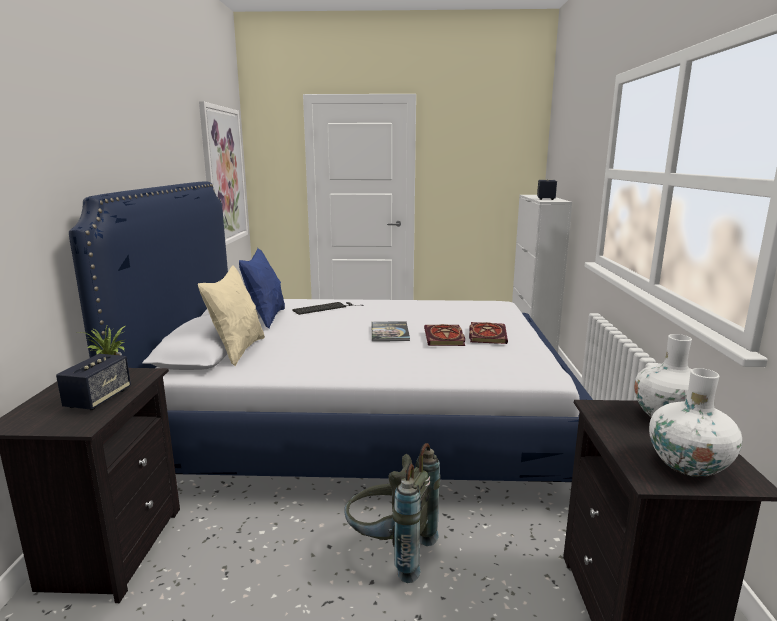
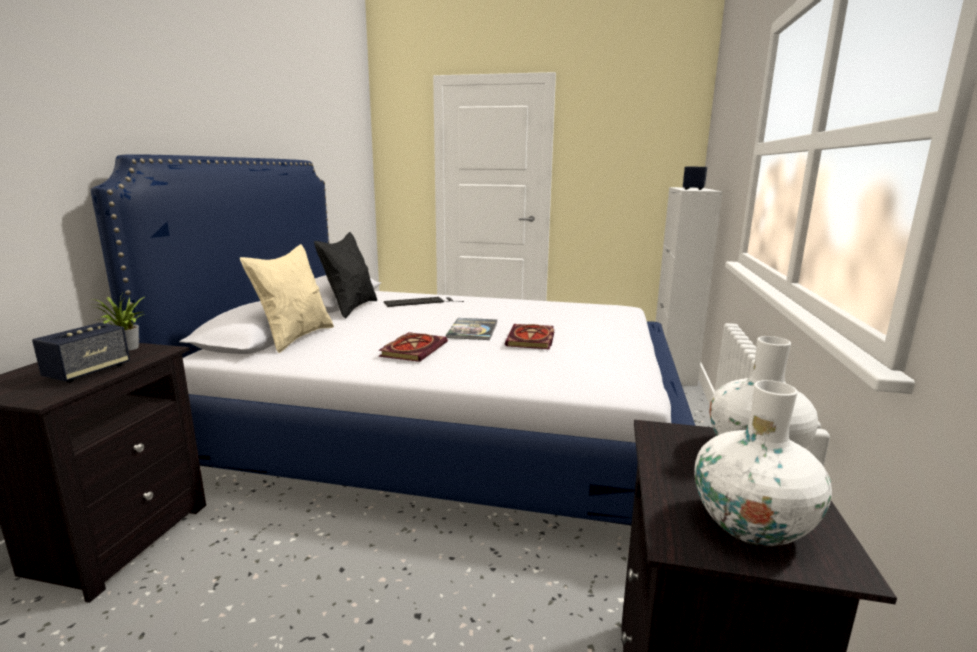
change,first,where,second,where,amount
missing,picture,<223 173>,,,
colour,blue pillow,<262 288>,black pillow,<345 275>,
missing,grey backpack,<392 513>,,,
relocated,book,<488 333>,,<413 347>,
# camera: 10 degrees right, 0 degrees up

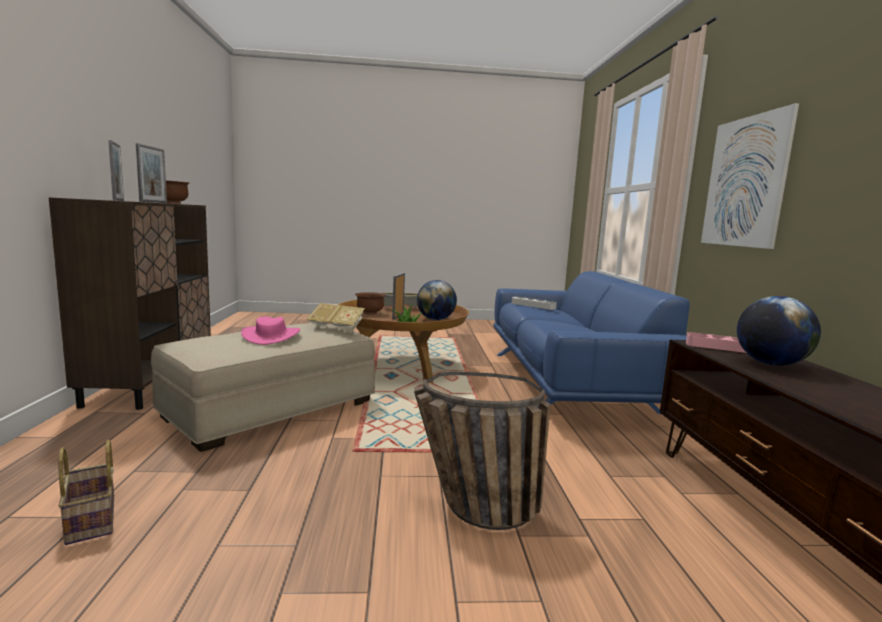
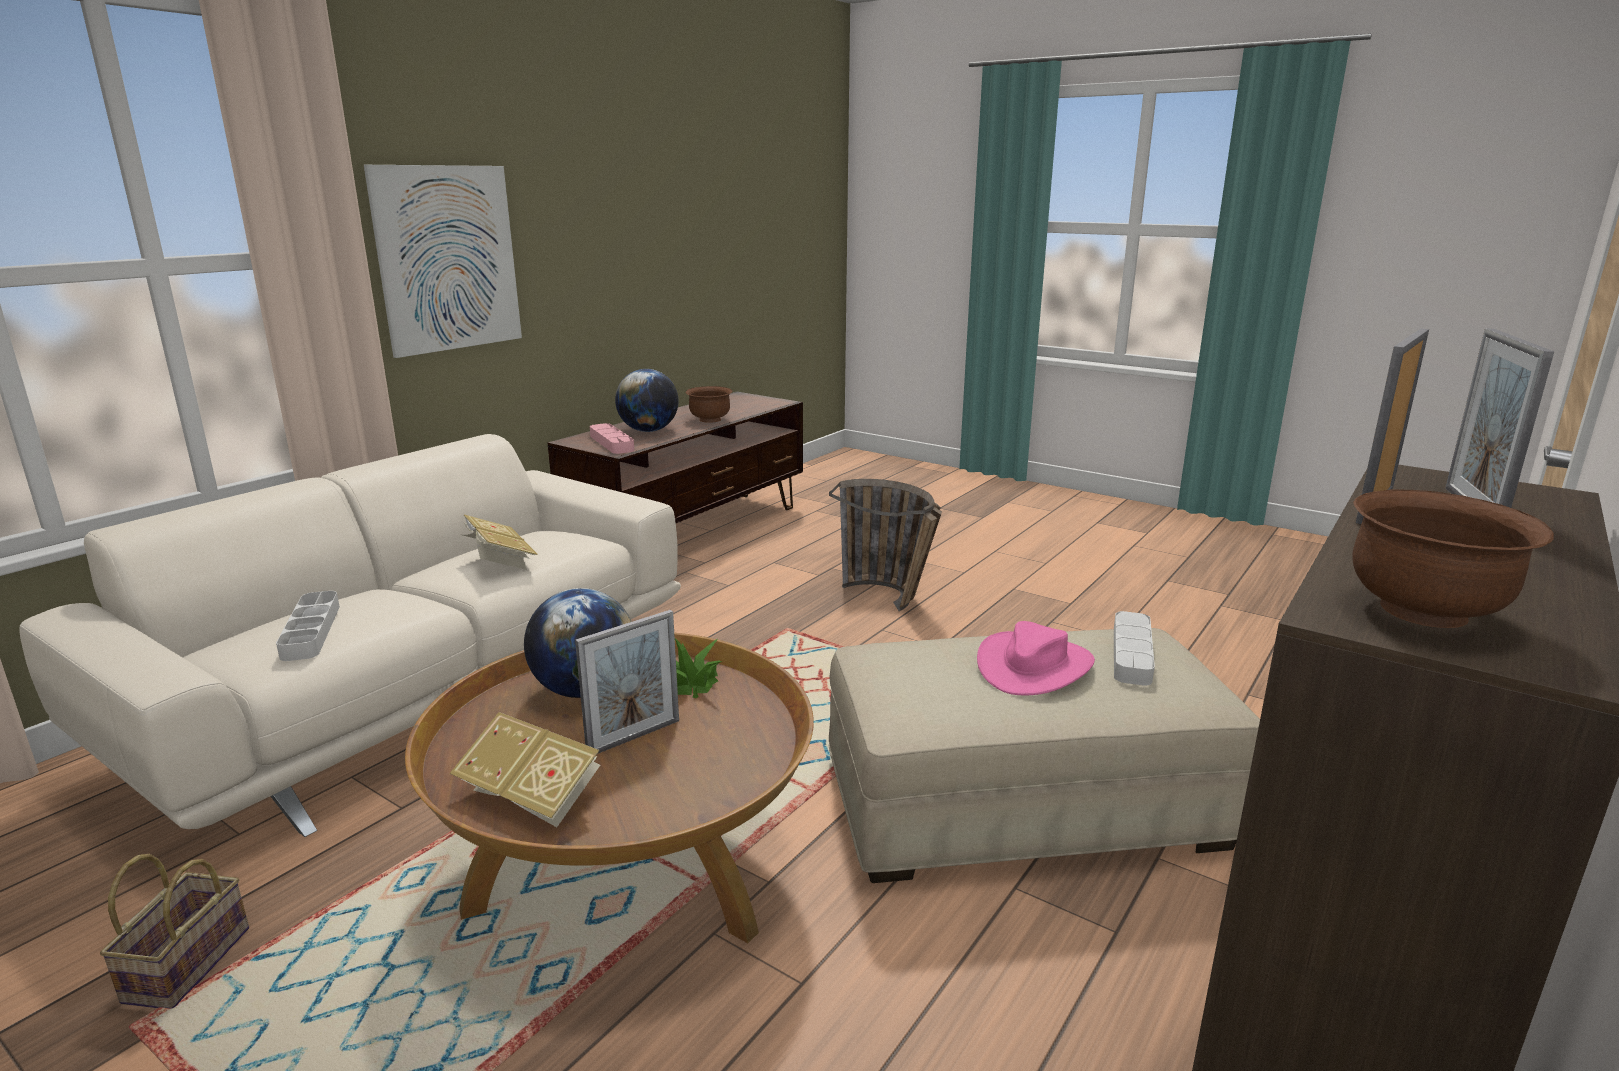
change,first,where,second,where,amount
relocated,basket,<86 492>,,<174 931>,
relocated,book,<335 318>,,<500 542>,
relocated,brown bowl,<370 303>,,<709 404>,
colour,blue sofa,<591 342>,beige sofa,<350 635>,
appeared,,,grey tray,<1134 648>,
# camera: 140 degrees left, 10 degrees up

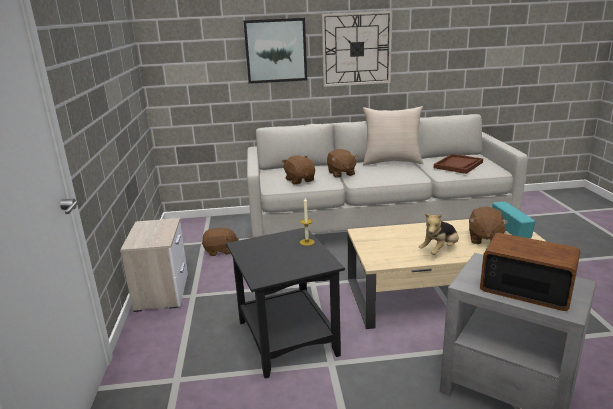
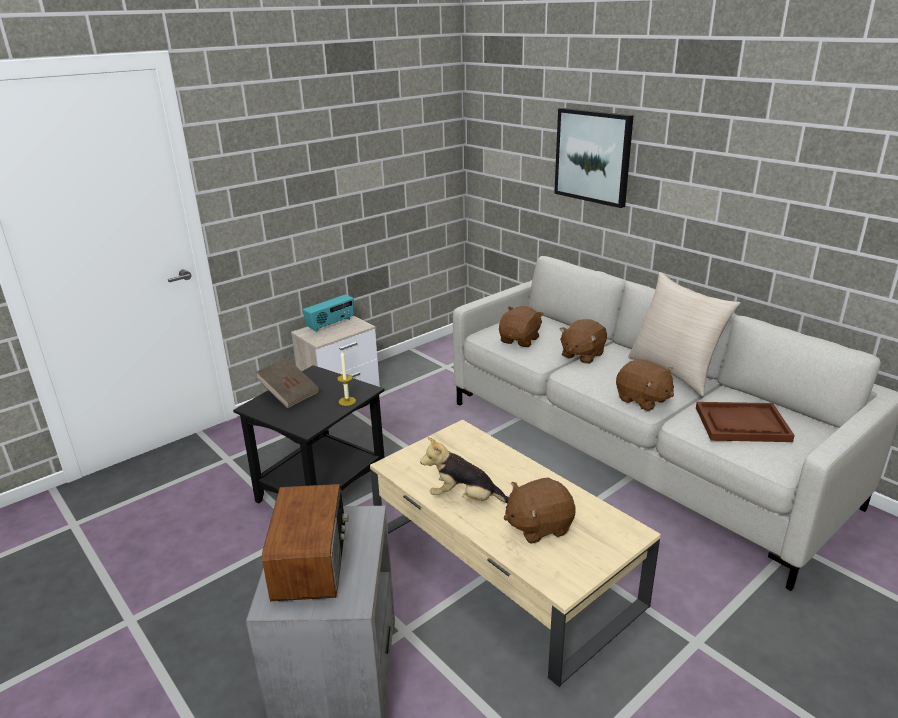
change,first,where,second,where,amount
relocated,brown plush toy,<220 241>,,<645 385>,
missing,wall clock,<357 49>,,,
relocated,radio,<513 219>,,<328 313>,
appeared,,,brown book,<288 383>,
# camera: 55 degrees right, 5 degrees up

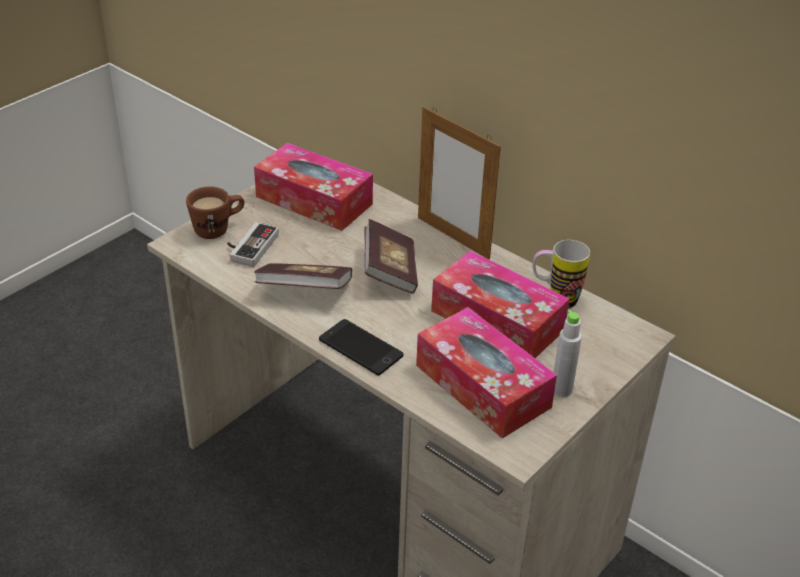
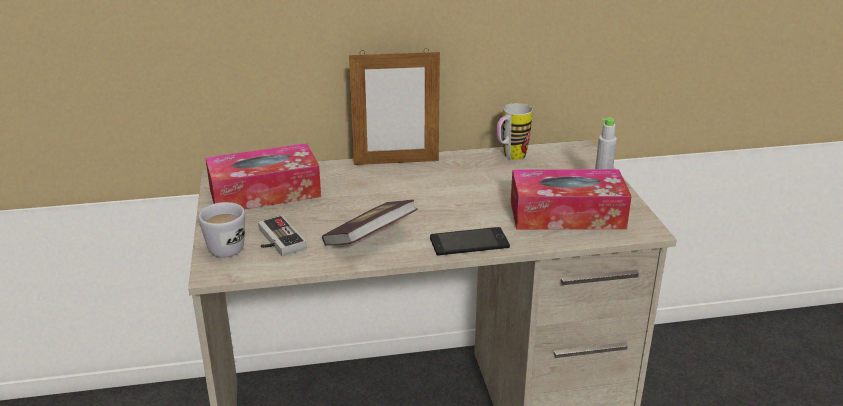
change,first,where,second,where,amount
colour,brown mug,<215 212>,white mug,<221 230>,
missing,book,<391 256>,,,
missing,tissue box,<500 304>,,,
# camera: 50 degrees left, 10 degrees down

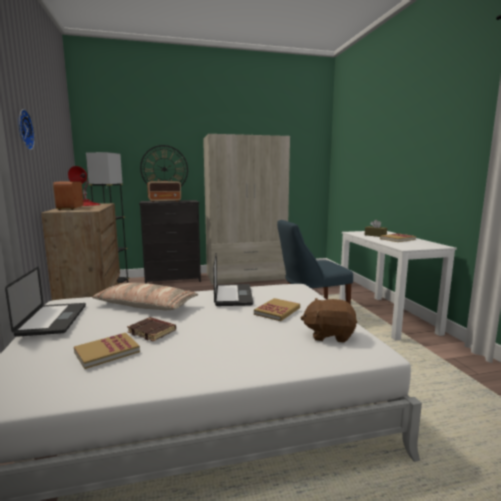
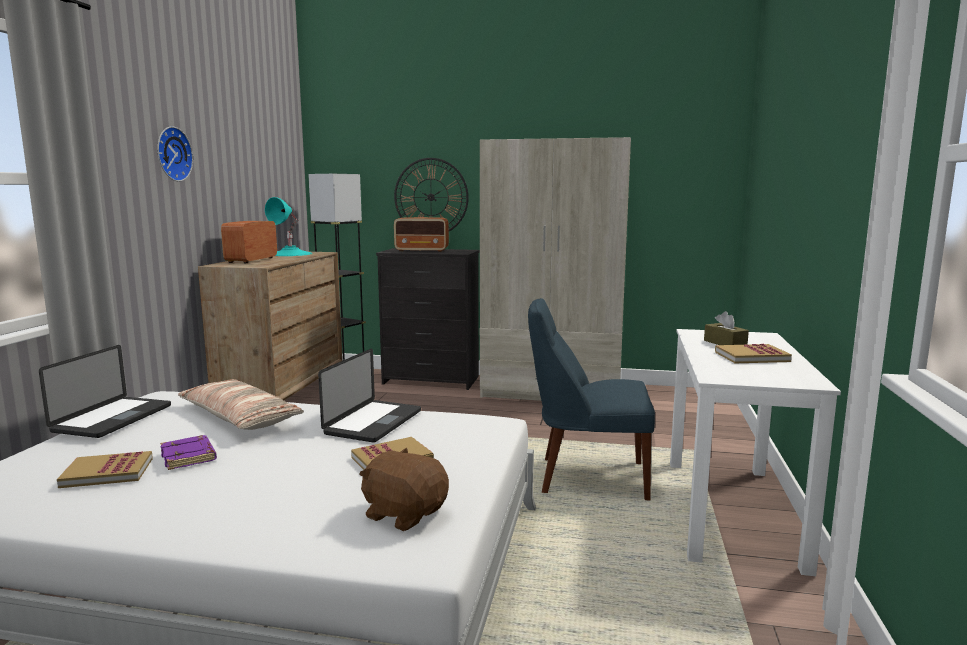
change,first,where,second,where,amount
colour,red table lamp,<84 186>,turquoise table lamp,<288 226>,
colour,brown book,<151 329>,purple book,<188 452>,
# camera: 25 degrees right, 0 degrees up

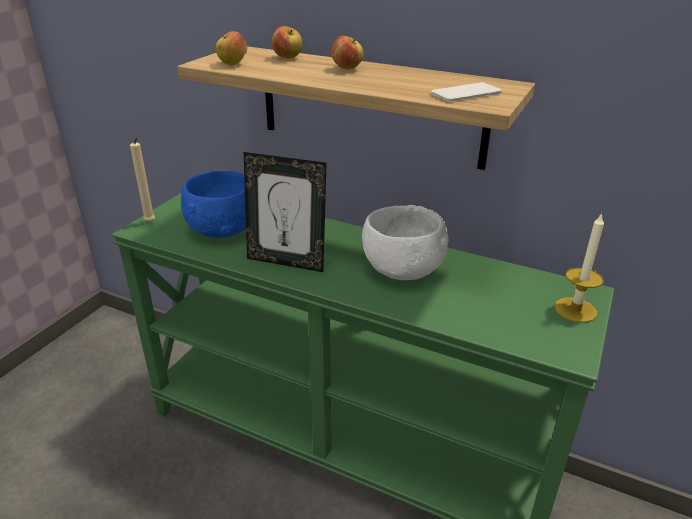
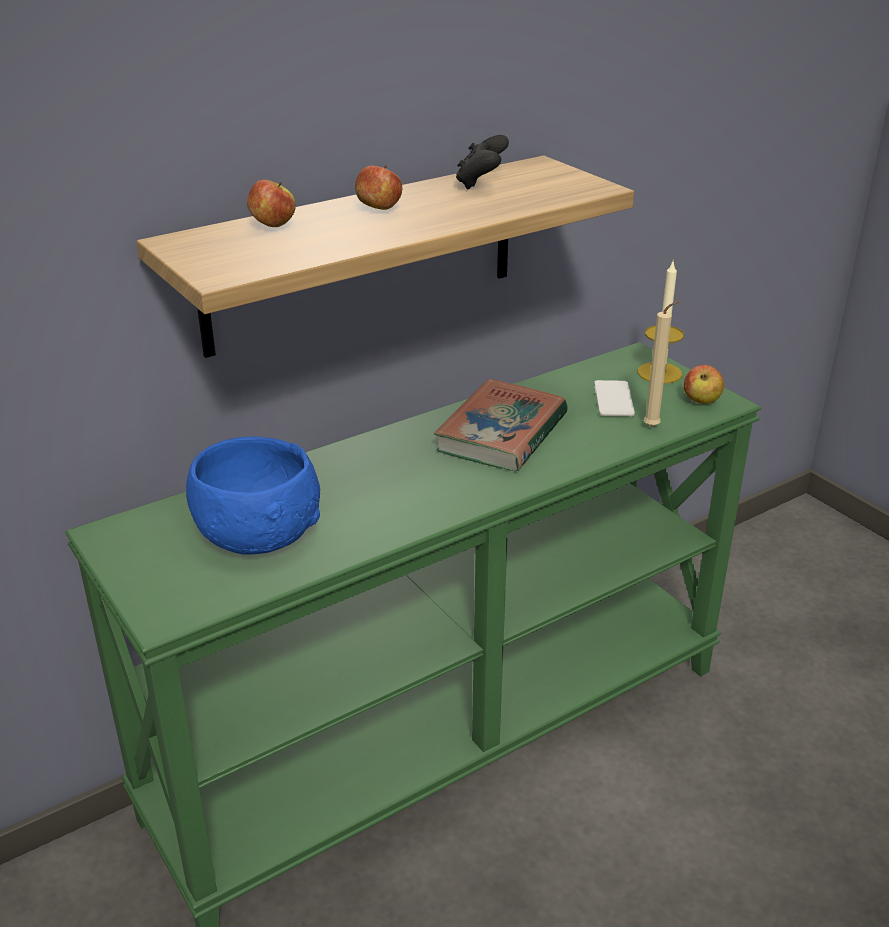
change,first,where,second,where,amount
relocated,beige candle,<142 179>,,<662 363>,
relocated,apple,<231 48>,,<704 384>,
missing,picture frame,<285 212>,,,
exchanged,white bowl,<405 242>,book,<501 425>,
relocated,phone,<466 91>,,<614 398>,
appeared,,,black game controller,<482 162>,
# camera: 60 degrees left, 0 degrees up

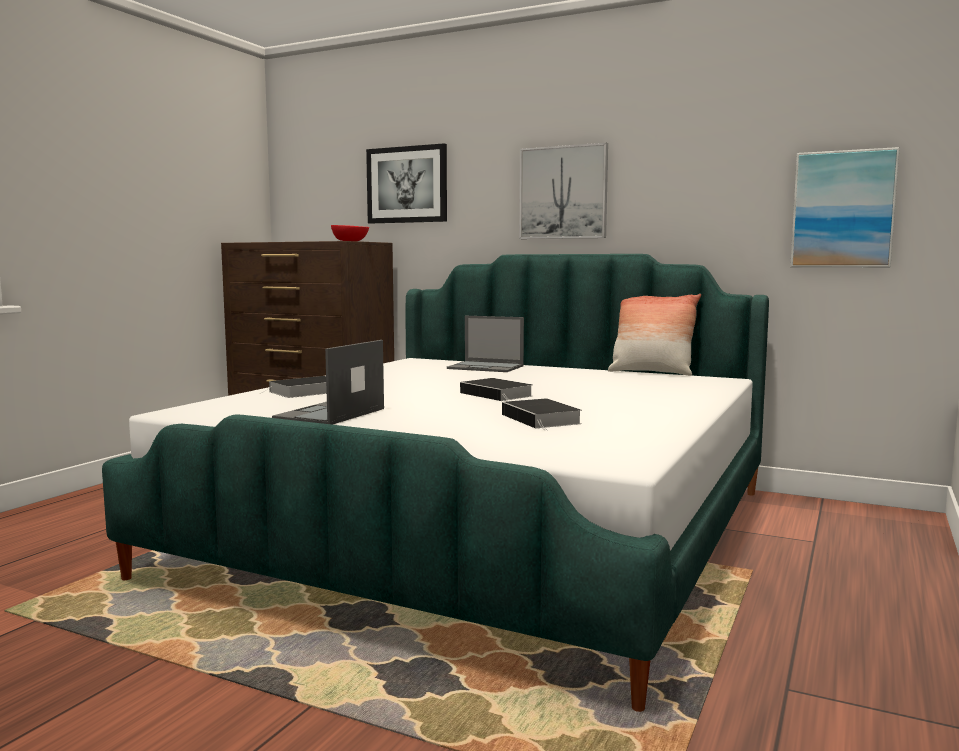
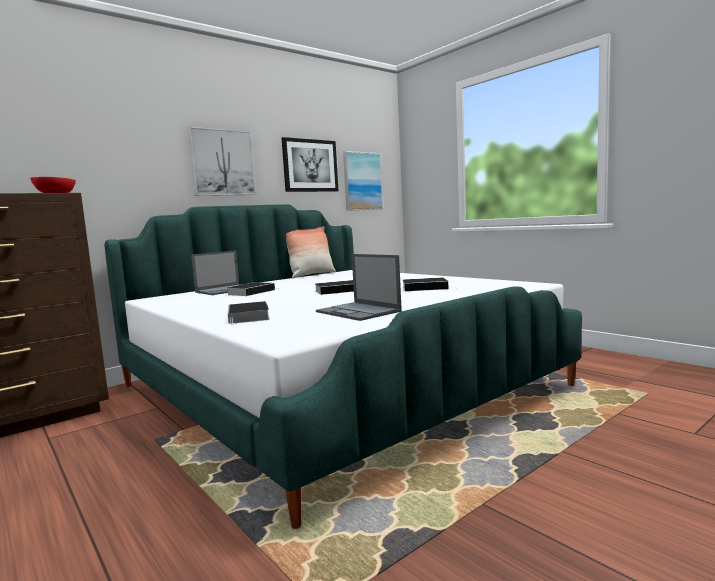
change,first,where,second,where,amount
relocated,picture,<406 183>,,<310 164>,
appeared,,,book,<250 289>,
# camera: 65 degrees left, 0 degrees up

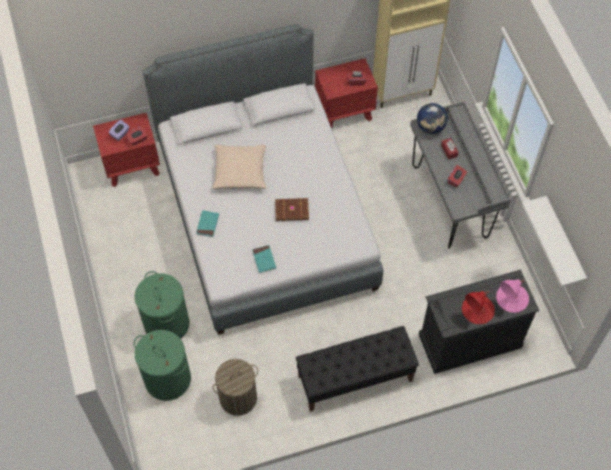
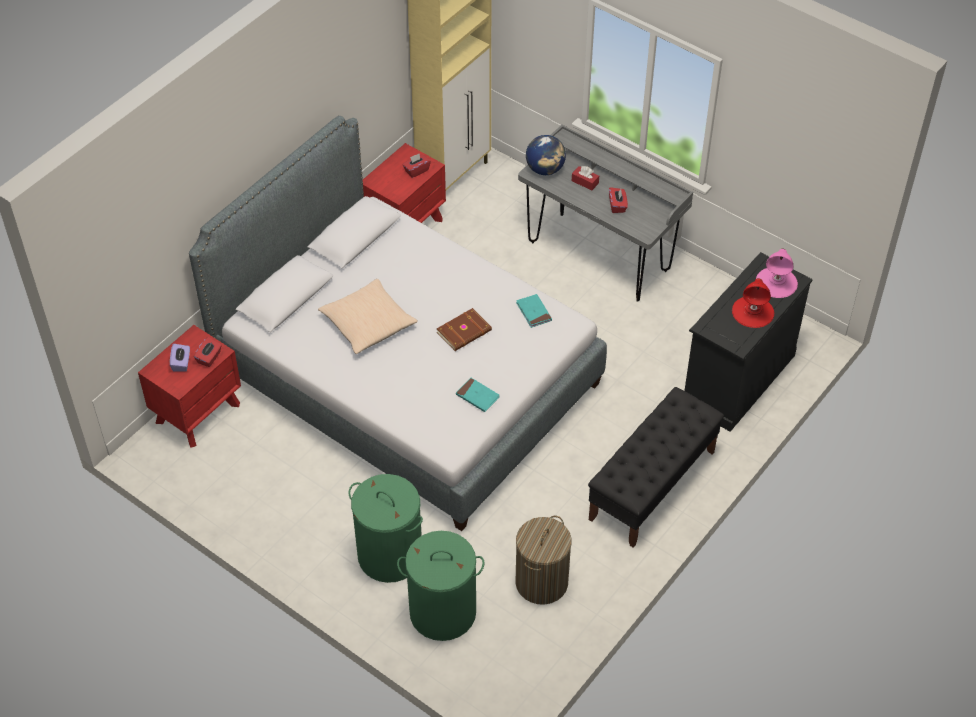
change,first,where,second,where,amount
relocated,turquoise book,<207 223>,,<534 311>,
missing,white shelf,<554 241>,,,
# camera: 35 degrees left, 10 degrees down

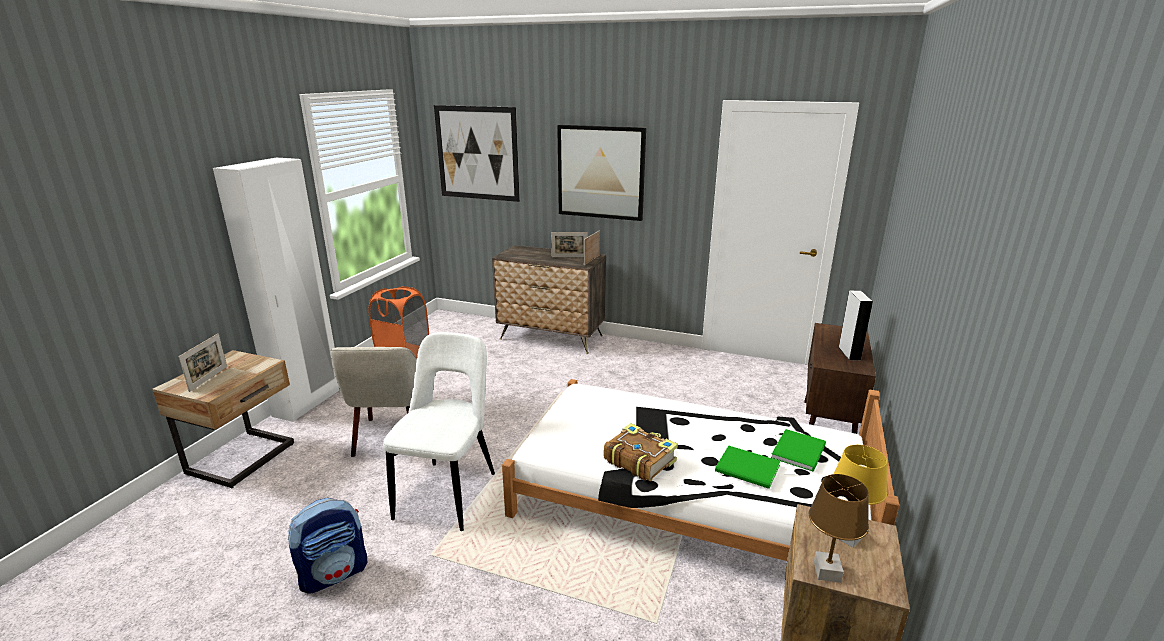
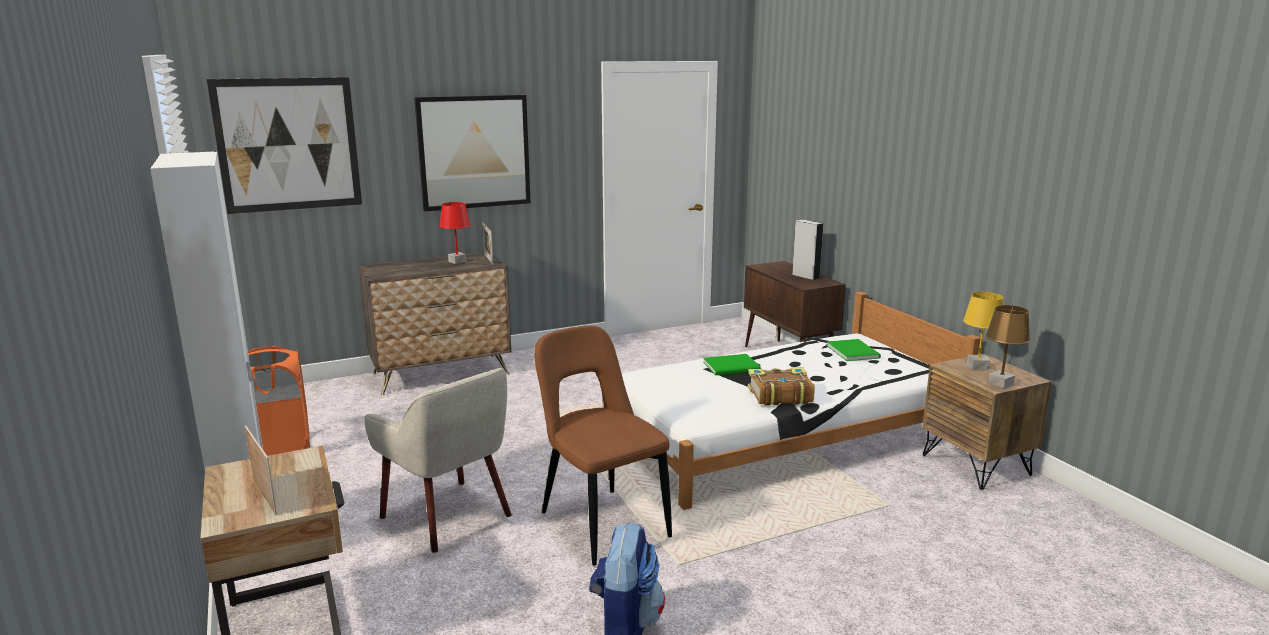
change,first,where,second,where,amount
colour,white chair,<439 431>,brown chair,<603 445>,
exchanged,picture frame,<569 244>,red table lamp,<455 233>,
relocated,green book,<748 467>,,<732 364>,
# camera: 45 degrees left, 5 degrees down

